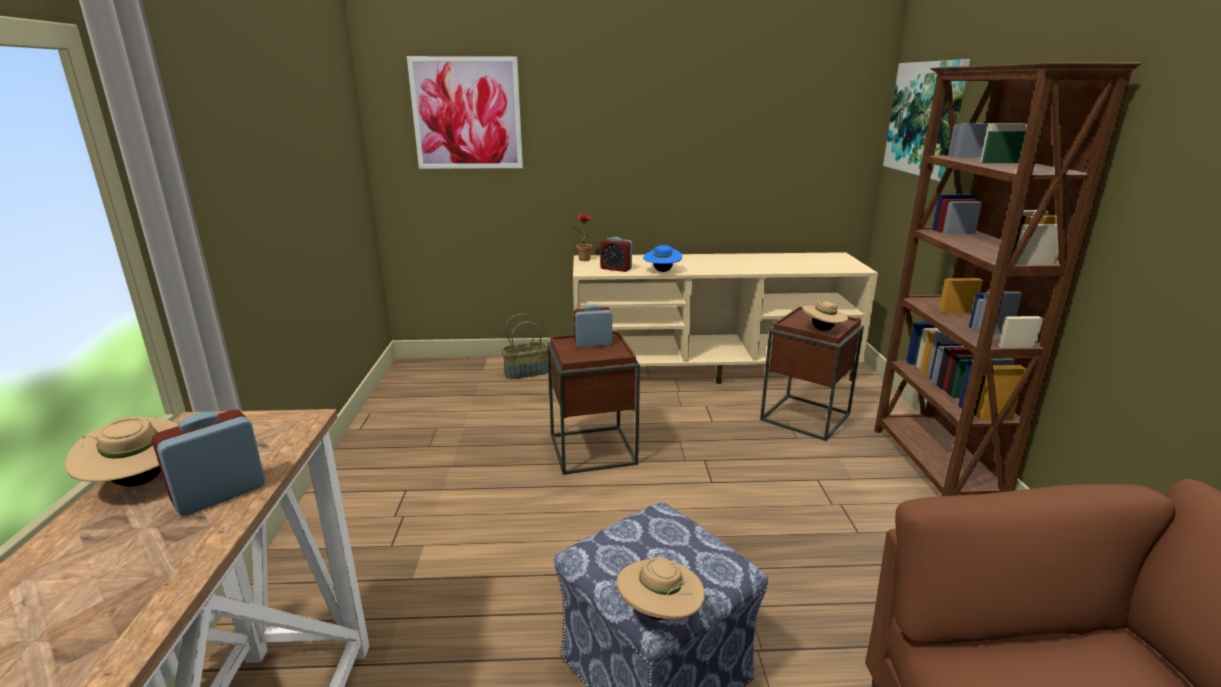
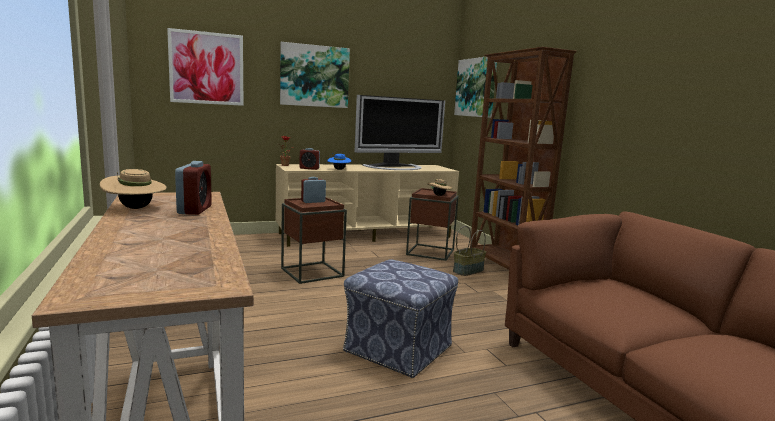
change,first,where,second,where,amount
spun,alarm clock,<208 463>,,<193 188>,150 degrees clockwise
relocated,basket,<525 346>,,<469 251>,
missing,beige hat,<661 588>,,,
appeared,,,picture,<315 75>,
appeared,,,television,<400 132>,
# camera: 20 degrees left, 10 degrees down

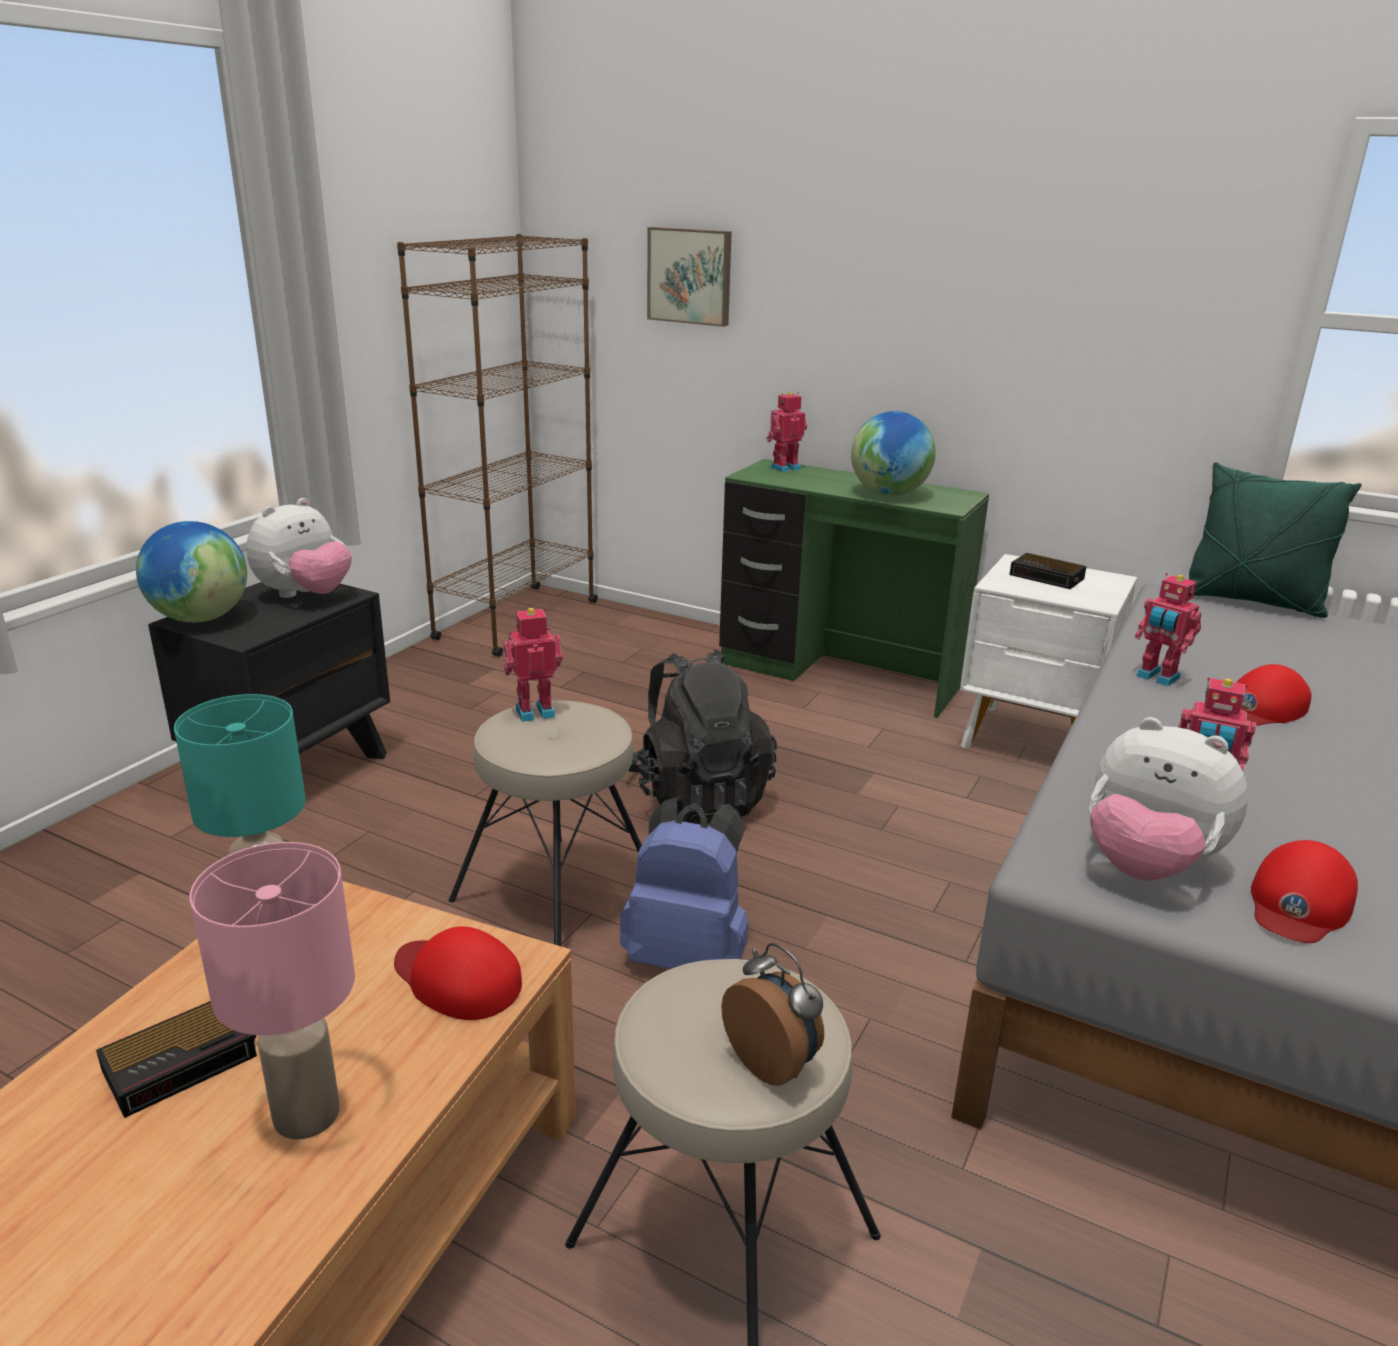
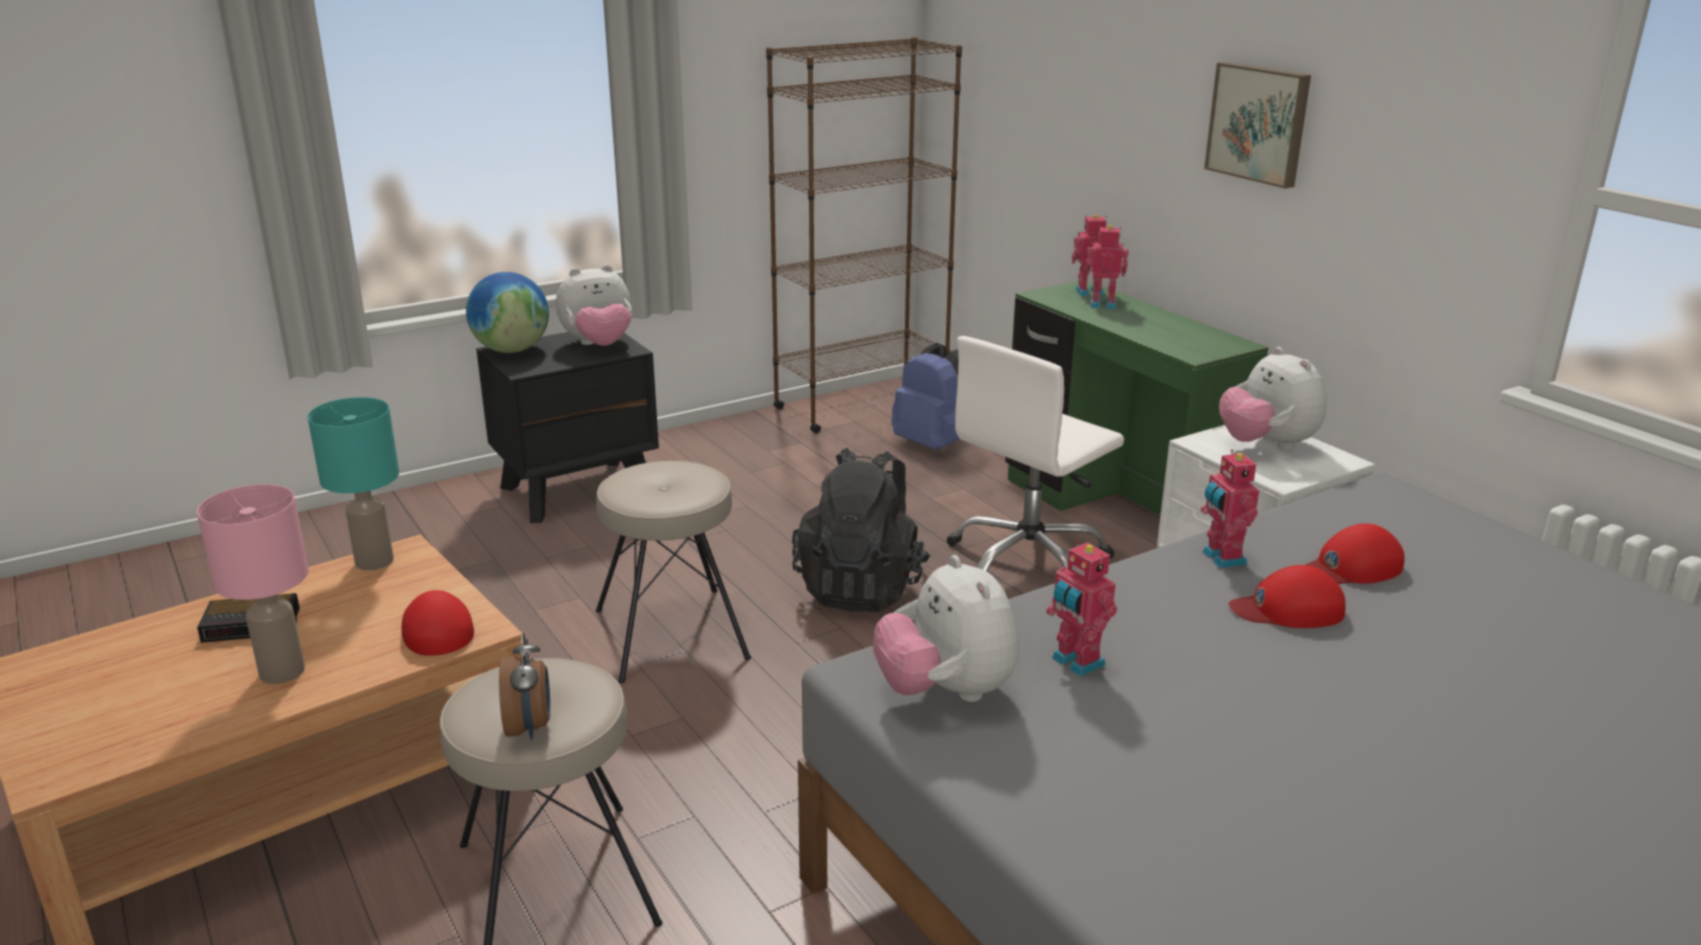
change,first,where,second,where,amount
relocated,toy robot,<533 665>,,<1107 267>,
relocated,blue backpack,<684 883>,,<925 396>,
relocated,picture,<689 277>,,<1257 125>,
missing,globe,<893 453>,,,
exchanged,alarm clock,<1048 571>,plush toy,<1273 398>,
missing,green pillow,<1275 540>,,,
relocated,red cap,<1304 891>,,<1355 553>,
appeared,,,white office chair,<1035 453>,
# camera: 30 degrees right, 0 degrees up

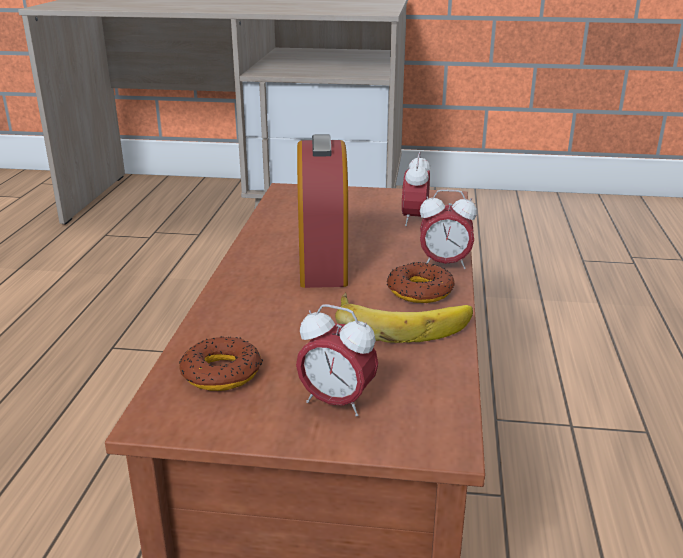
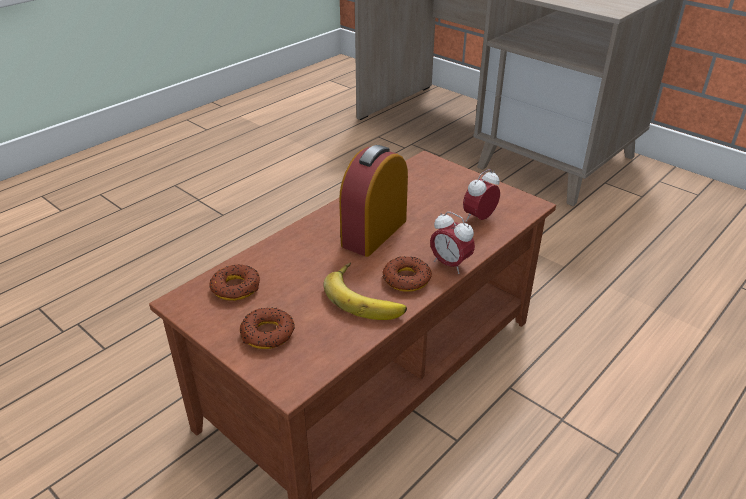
change,first,where,second,where,amount
exchanged,alarm clock,<337 360>,donut,<267 328>,
# camera: 35 degrees right, 10 degrees up

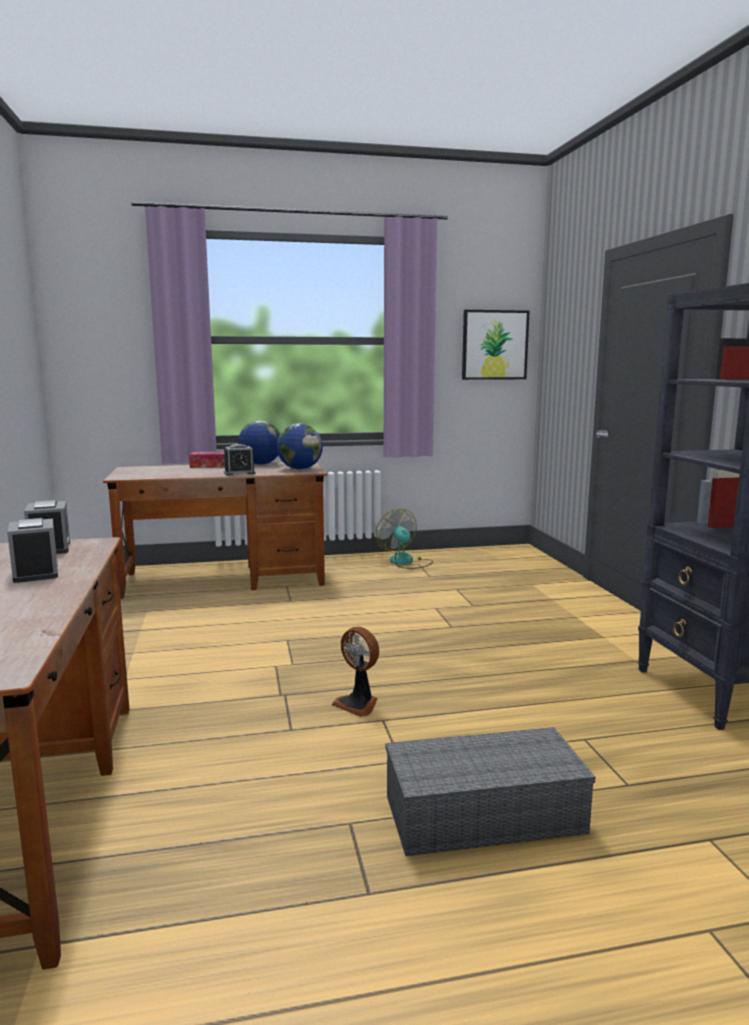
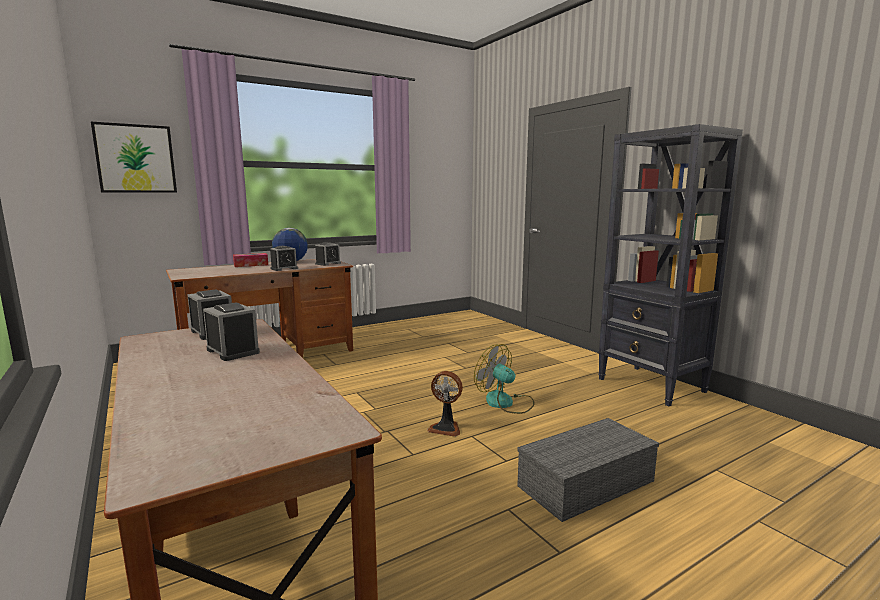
change,first,where,second,where,amount
exchanged,globe,<300 447>,alarm clock,<328 254>,
relocated,fan,<404 539>,,<504 379>,
relocated,picture,<496 345>,,<134 157>,
# camera: 20 degrees left, 0 degrees up

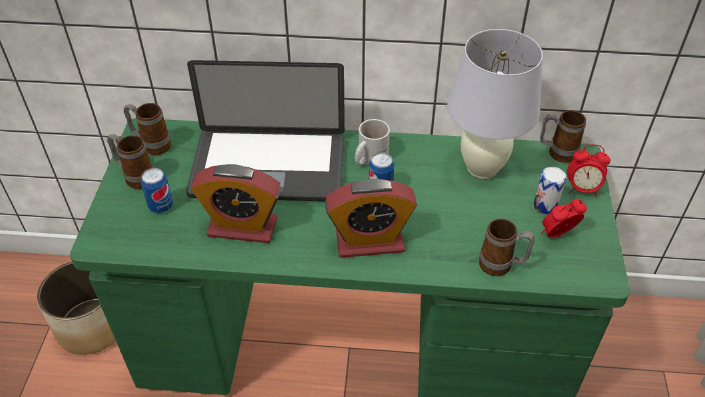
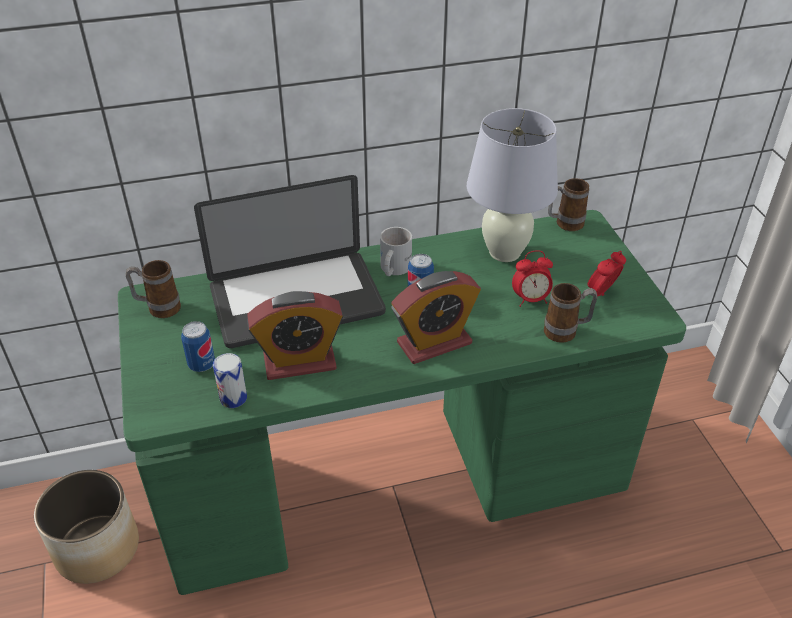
change,first,where,second,where,amount
missing,mug,<130 161>,,,
relocated,can,<549 190>,,<230 380>,
relocated,alarm clock,<589 170>,,<532 278>,
# camera: 20 degrees left, 5 degrees down

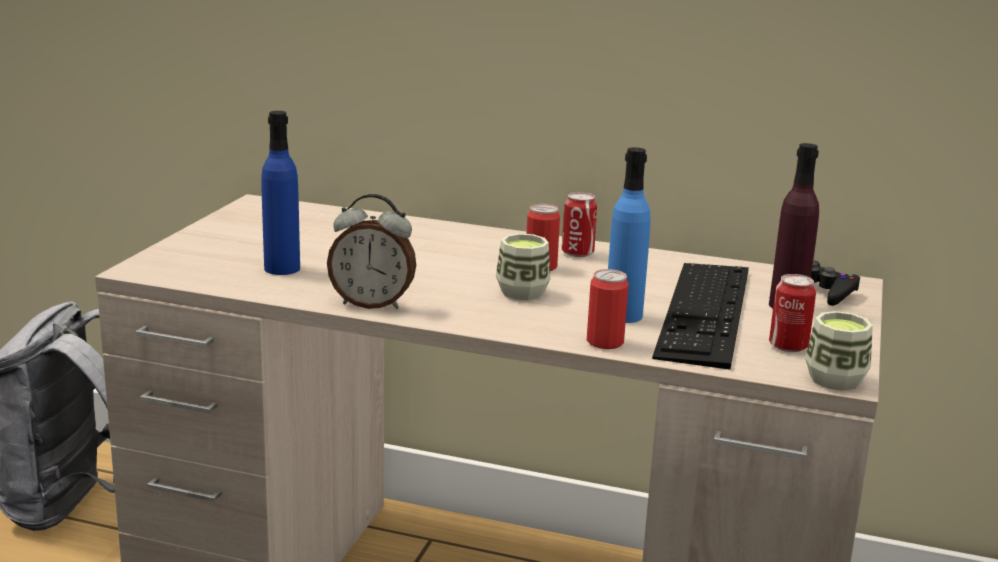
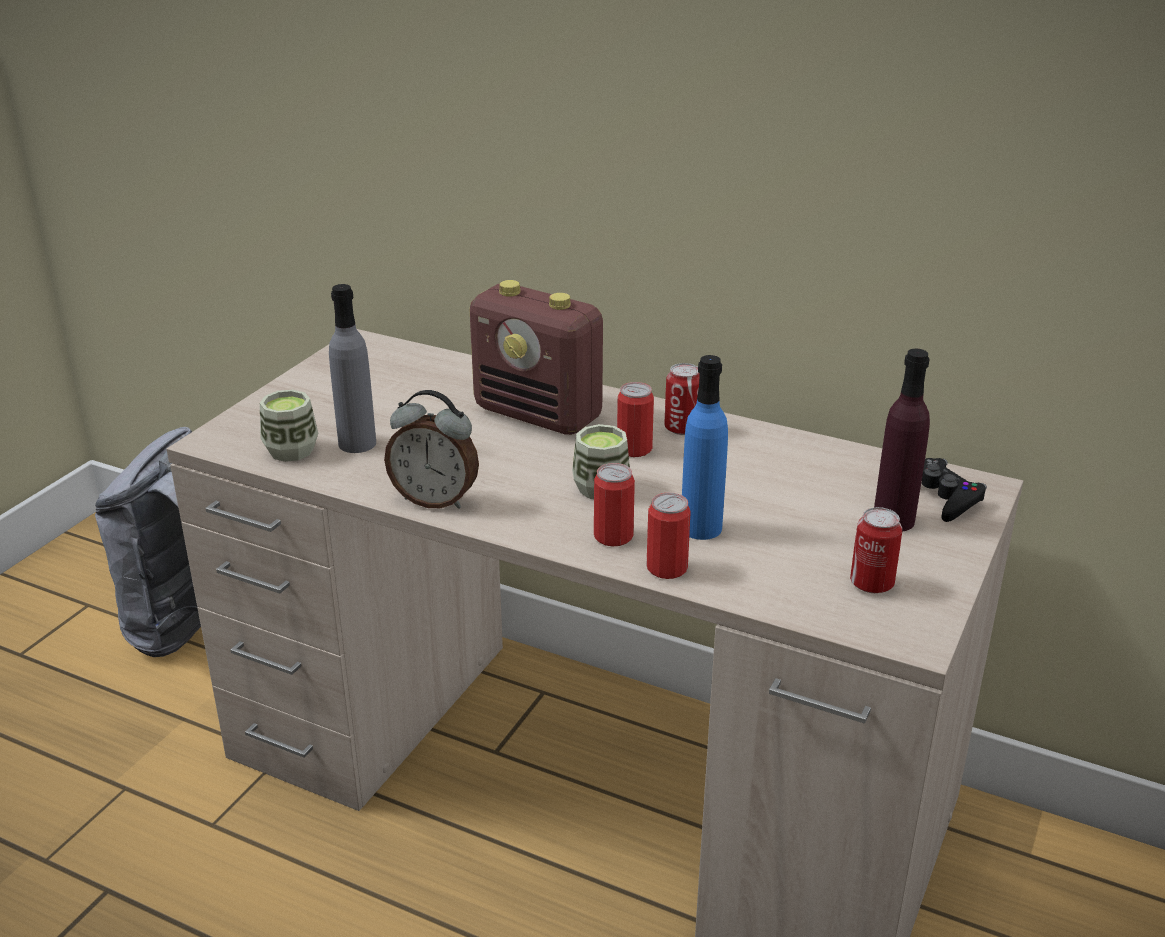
change,first,where,second,where,amount
colour,blue bottle,<280 193>,grey bottle,<352 368>,
missing,keyboard,<700 316>,,,
relocated,cup,<839 351>,,<289 426>,
appeared,,,radio,<536 357>,
appeared,,,can,<614 504>,
# camera: 10 degrees right, 10 degrees up

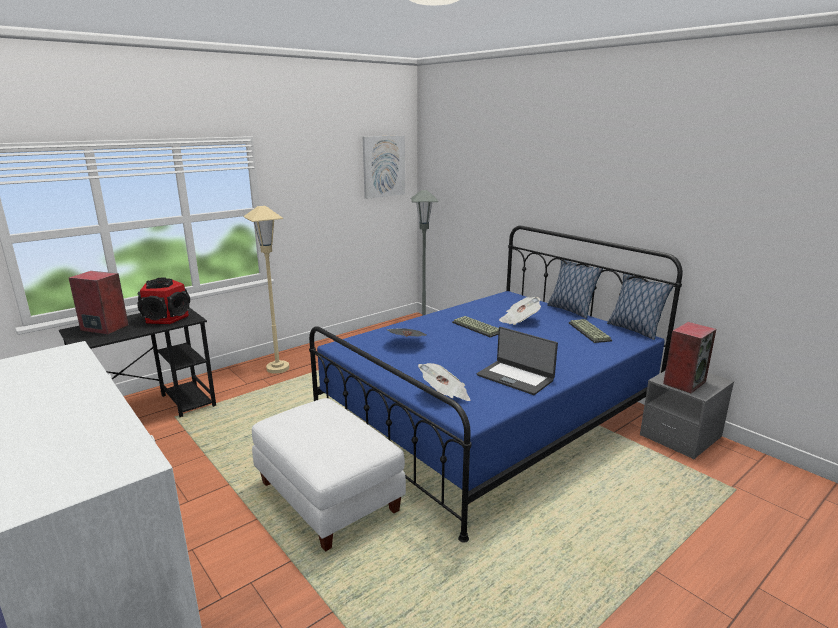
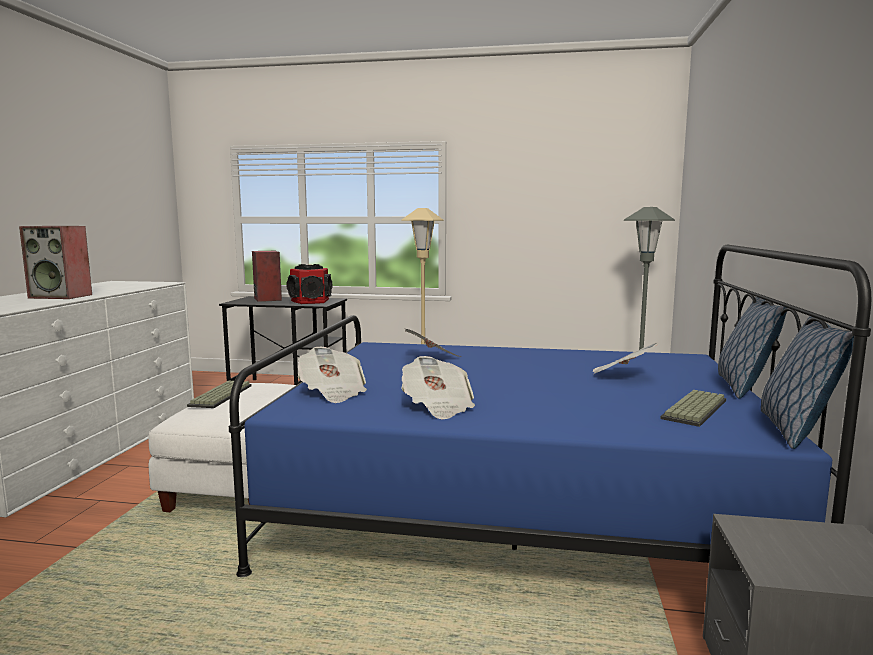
change,first,where,second,where,amount
missing,picture,<384 167>,,,
relocated,keyboard,<475 327>,,<219 394>,
exchanged,laptop,<517 361>,newspaper,<438 388>,
relocated,speaker,<689 357>,,<55 262>,
# camera: 50 degrees right, 10 degrees down

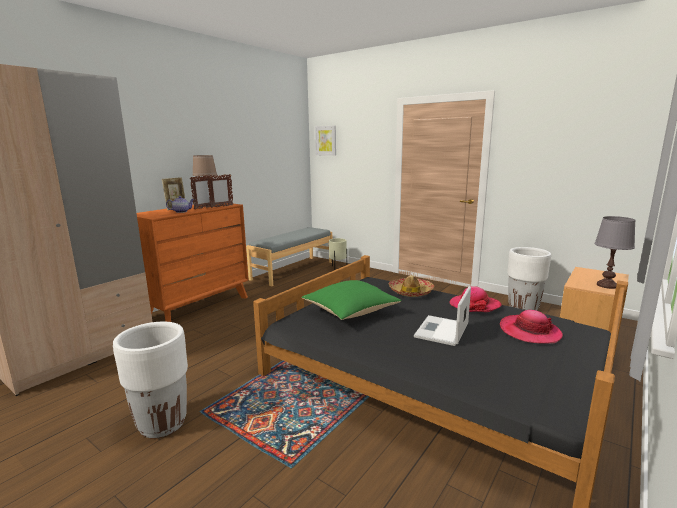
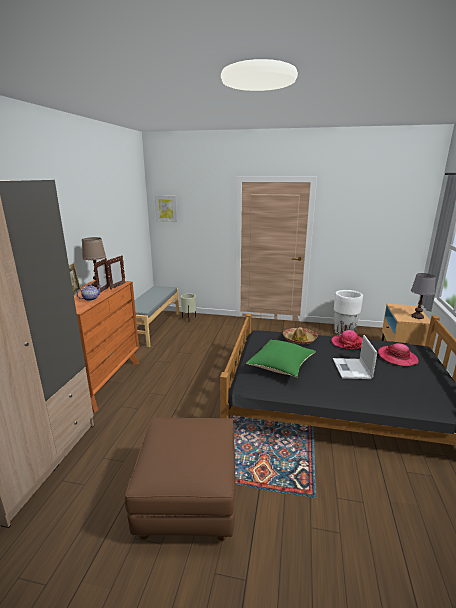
change,first,where,second,where,amount
exchanged,white planter,<150 380>,brown ottoman,<180 479>,
# camera: 25 degrees left, 5 degrees up

